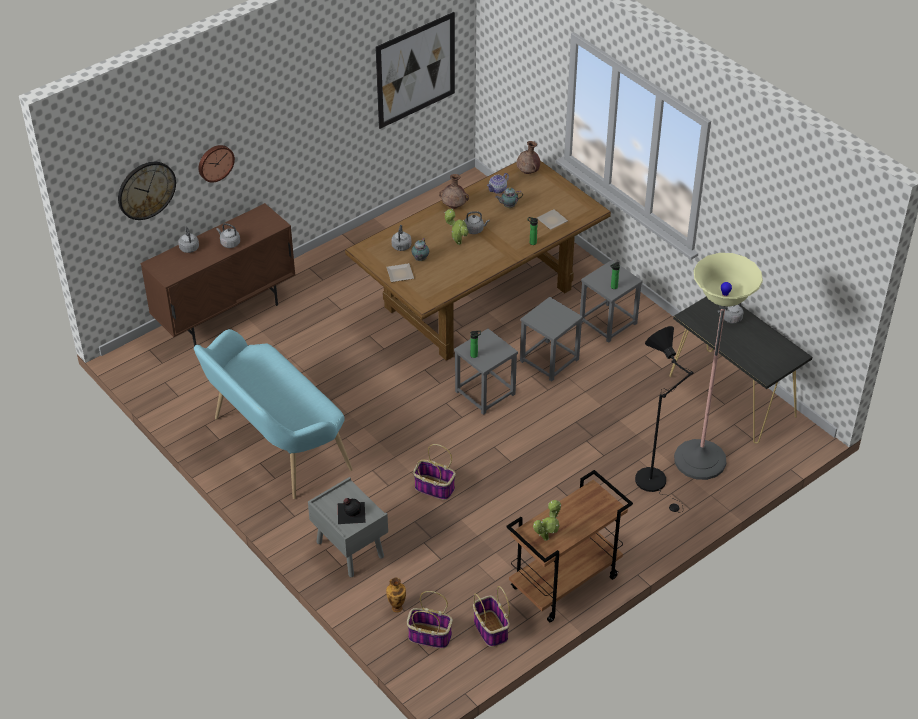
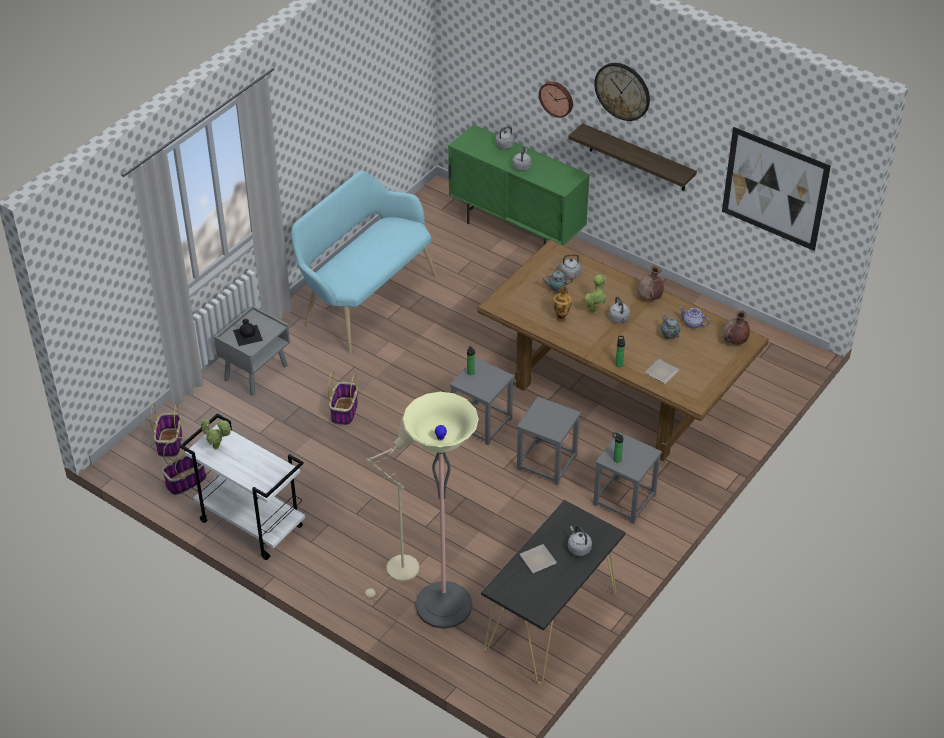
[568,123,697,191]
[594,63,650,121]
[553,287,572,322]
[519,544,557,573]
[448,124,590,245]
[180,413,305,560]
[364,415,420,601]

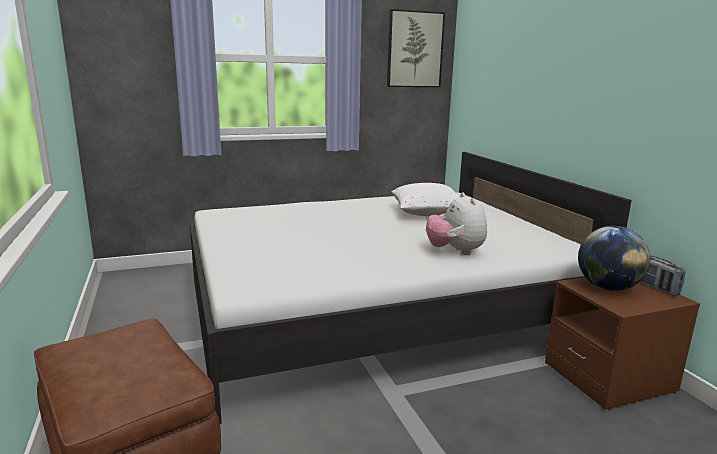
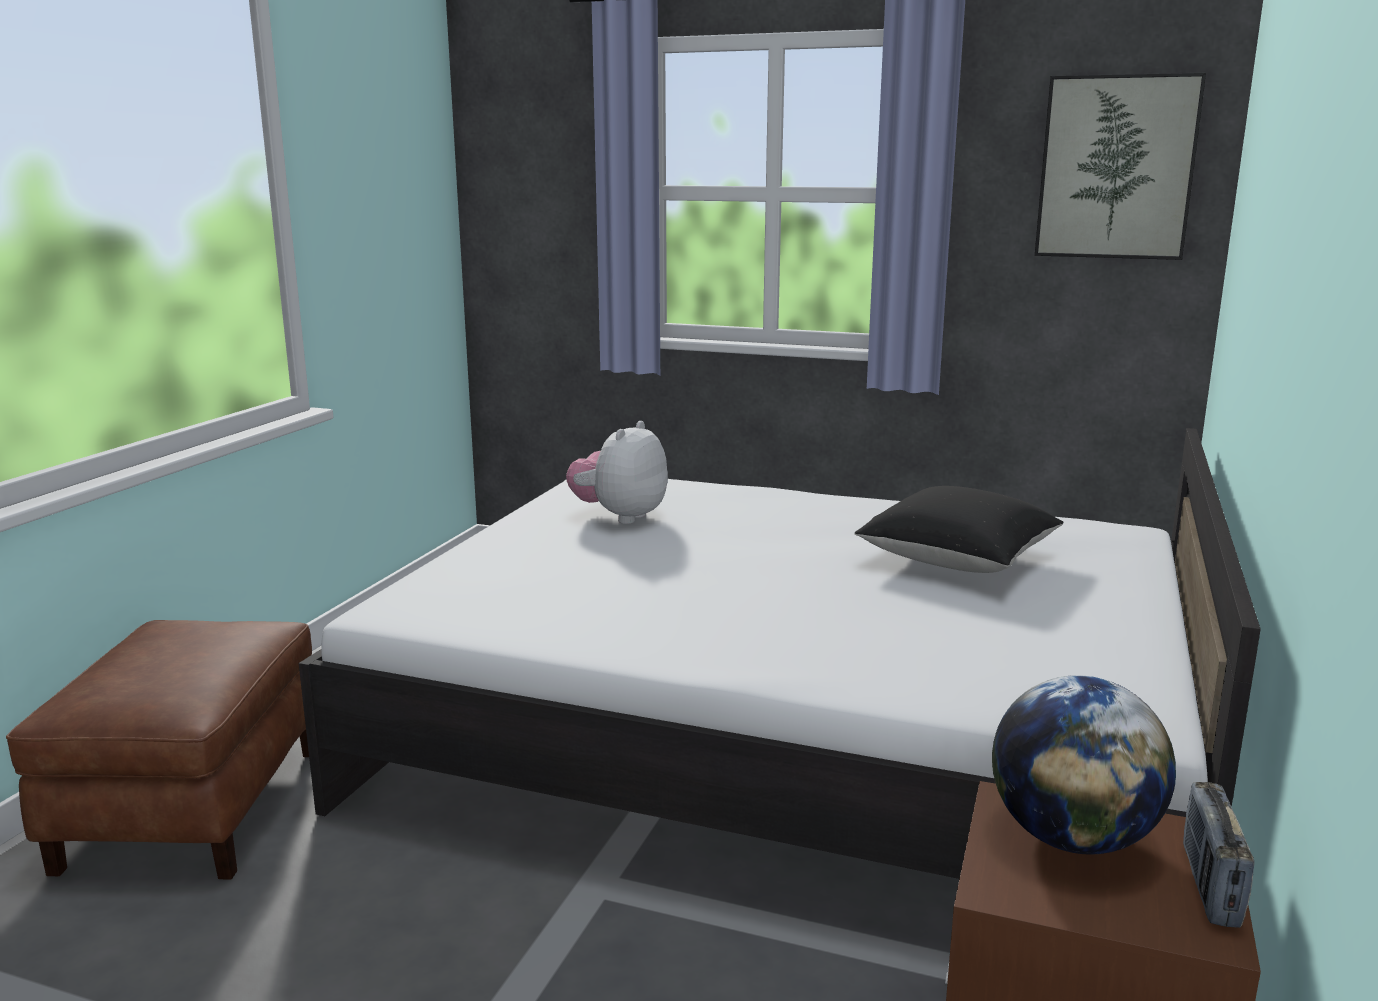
[566,421,668,524]
[855,486,1063,573]

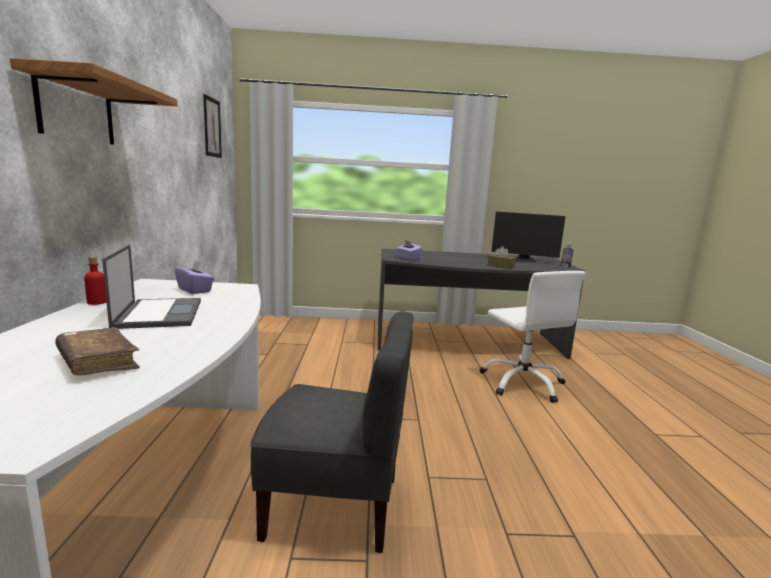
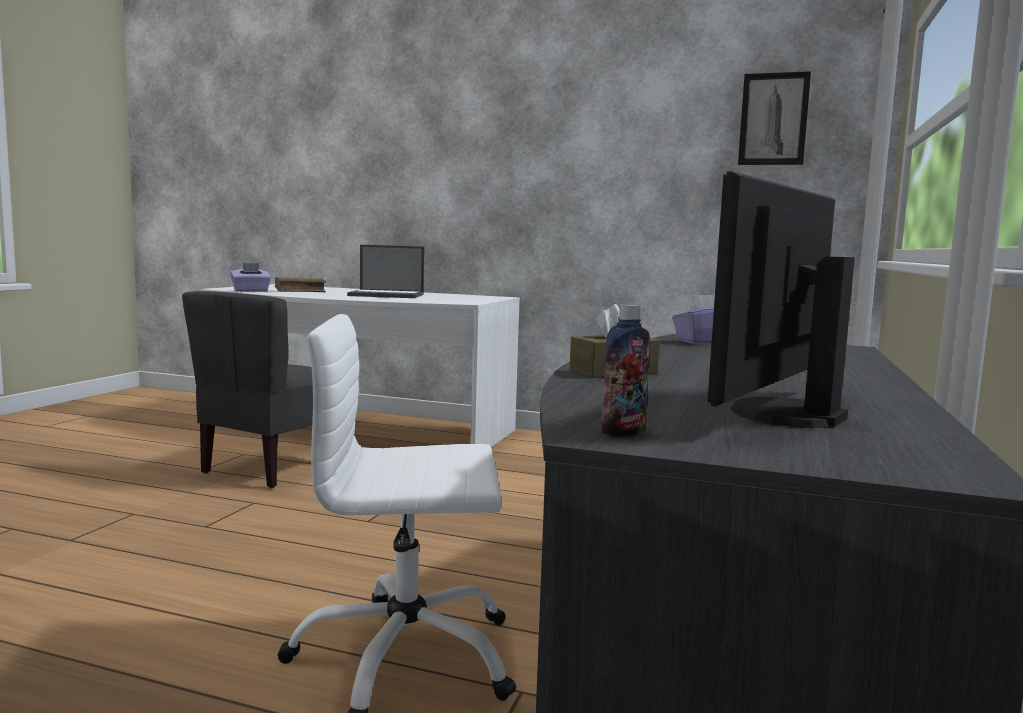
[10,58,178,145] (first image)
[84,257,107,305] (first image)
[230,263,271,292]

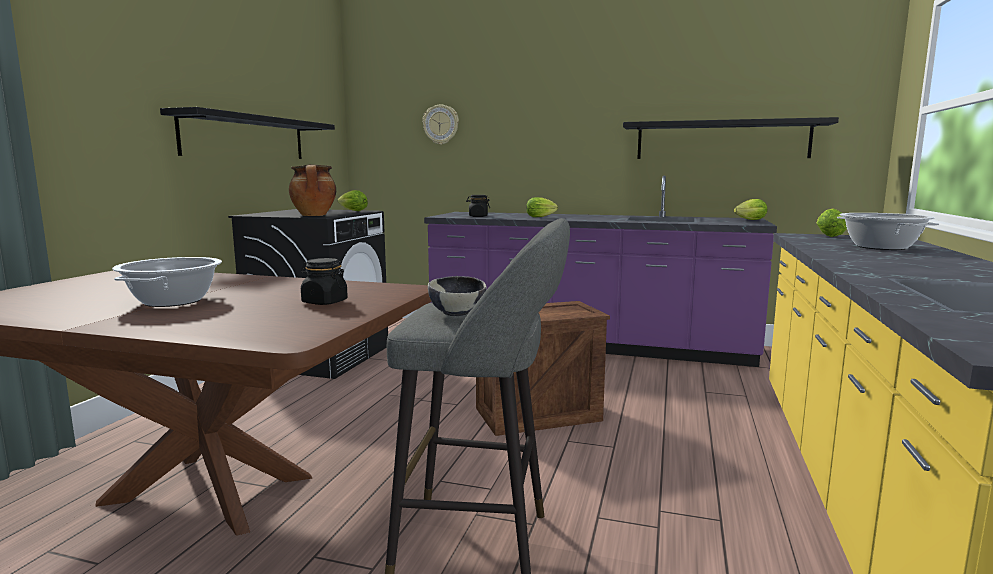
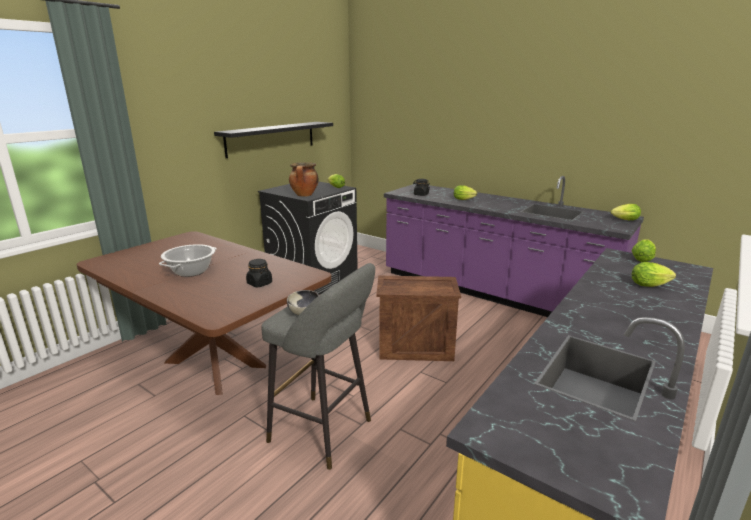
[422,105,459,145] (first image)
[623,117,839,159] (first image)
[632,262,676,287]

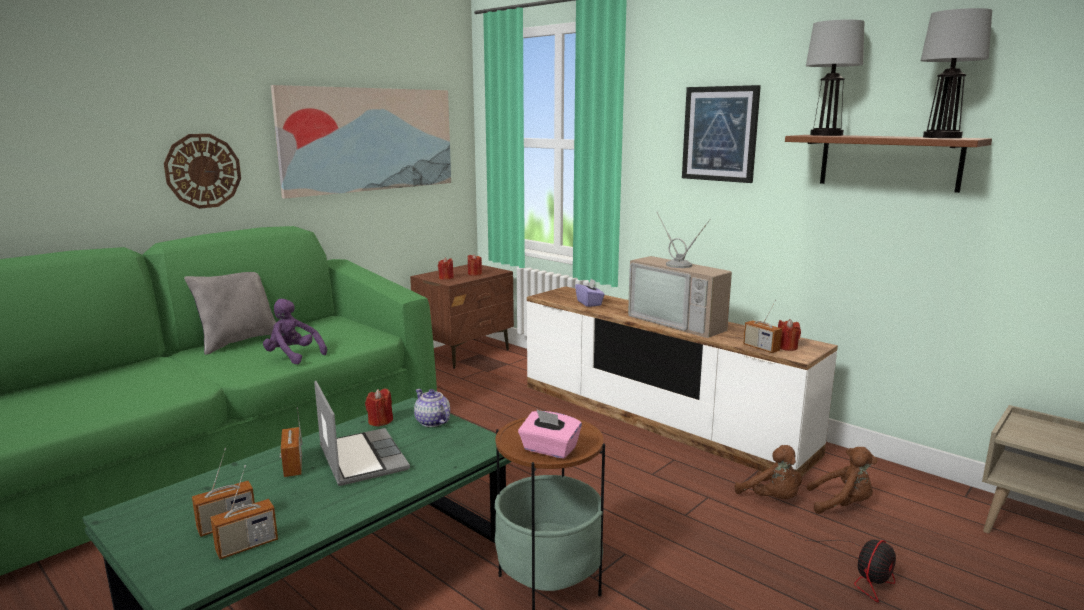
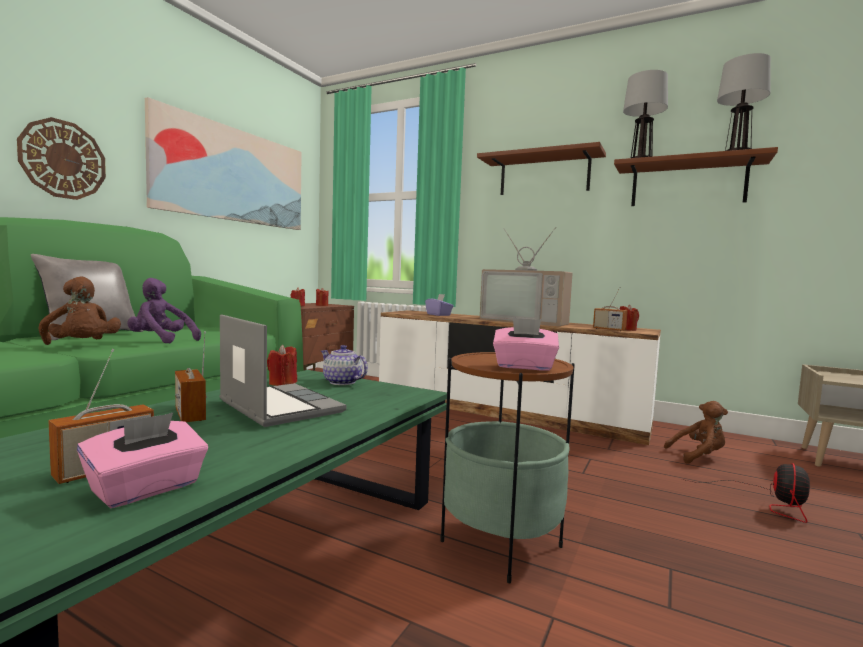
[39,277,121,345]
[77,413,208,509]
[477,142,606,195]

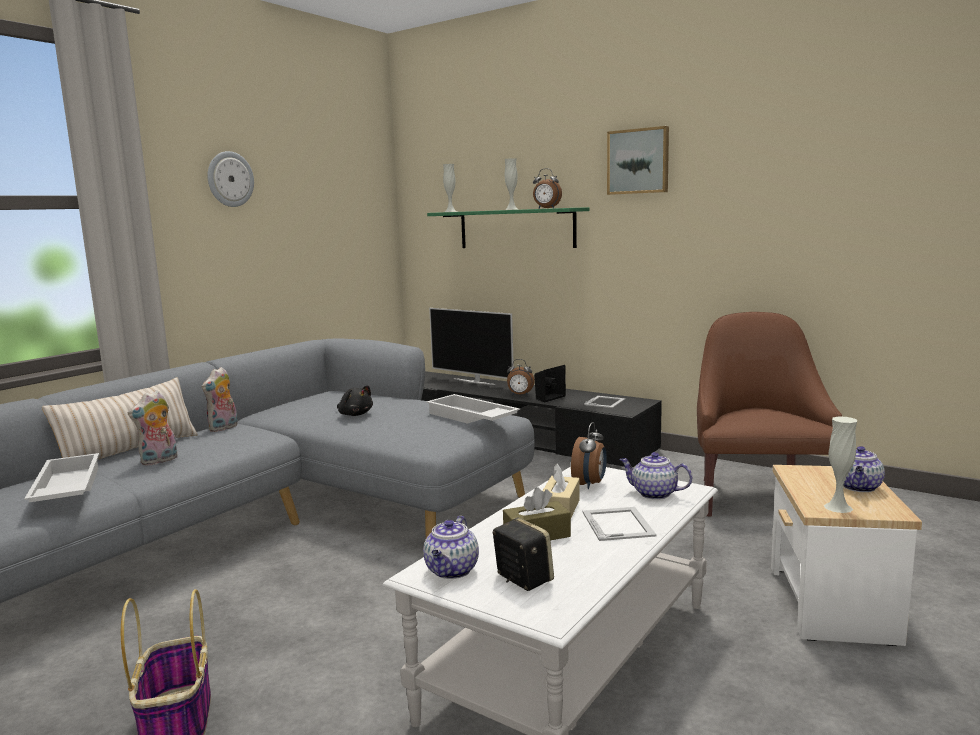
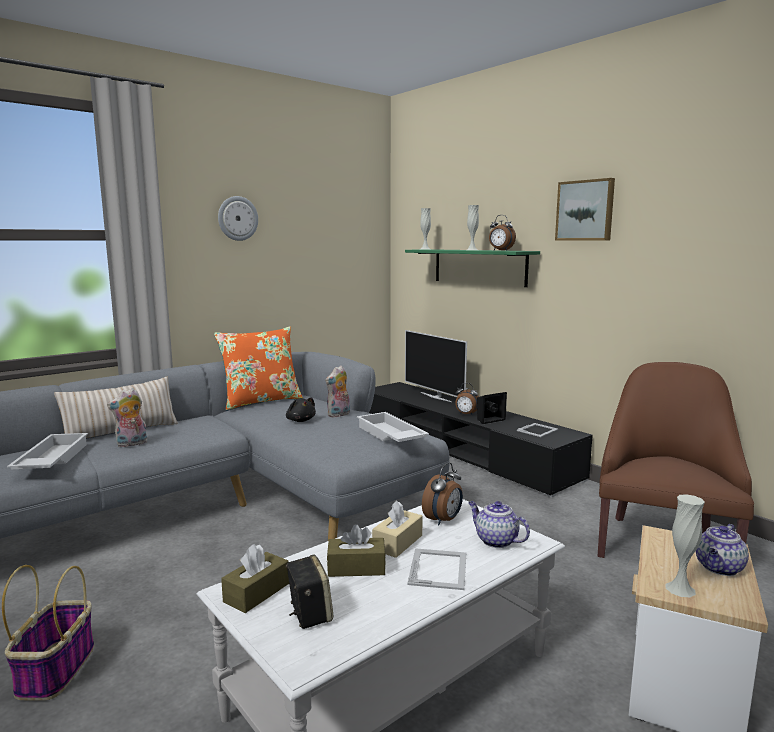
[214,326,303,410]
[325,366,350,417]
[221,544,289,613]

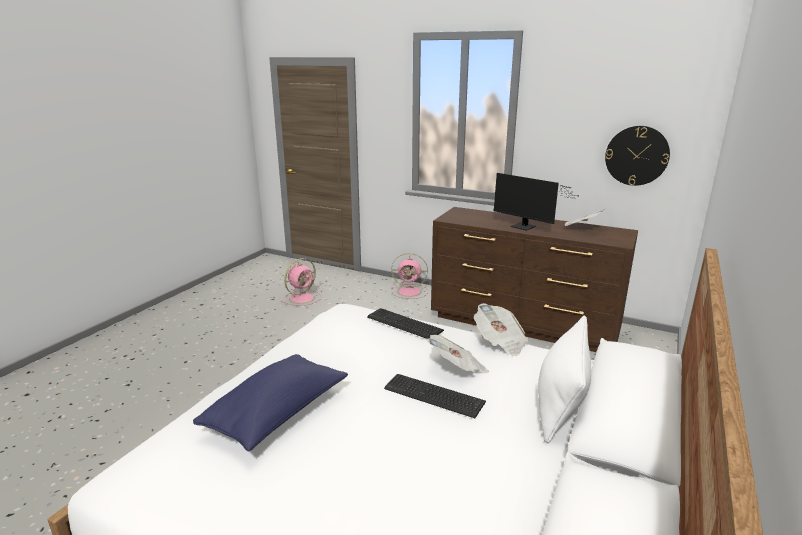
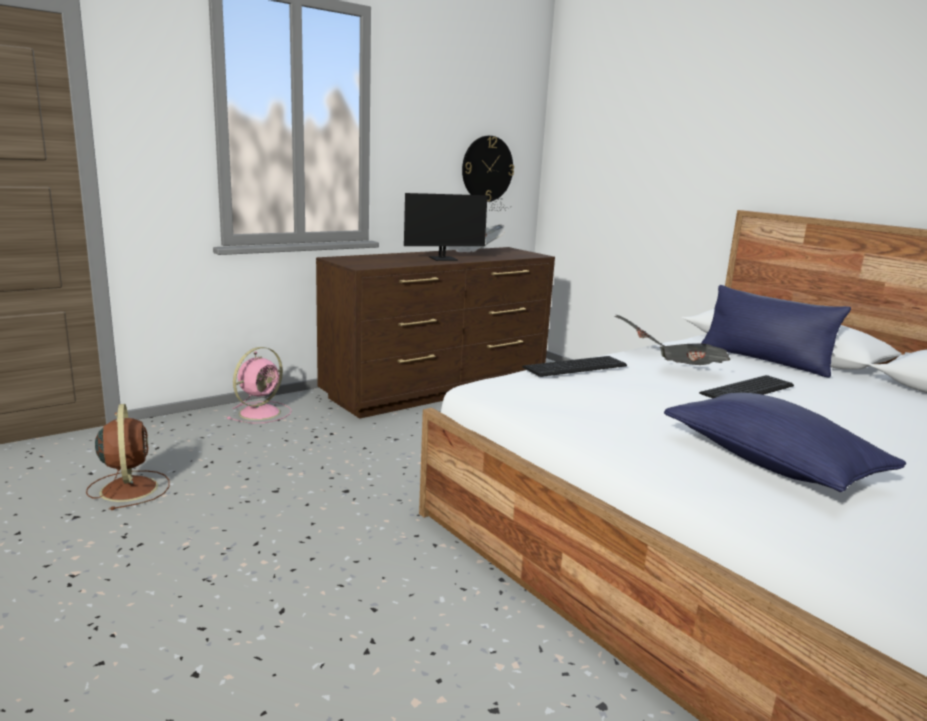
[86,404,170,510]
[701,285,851,378]

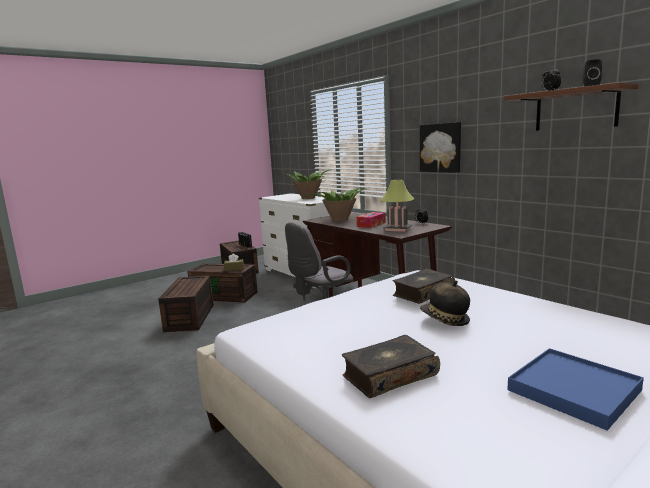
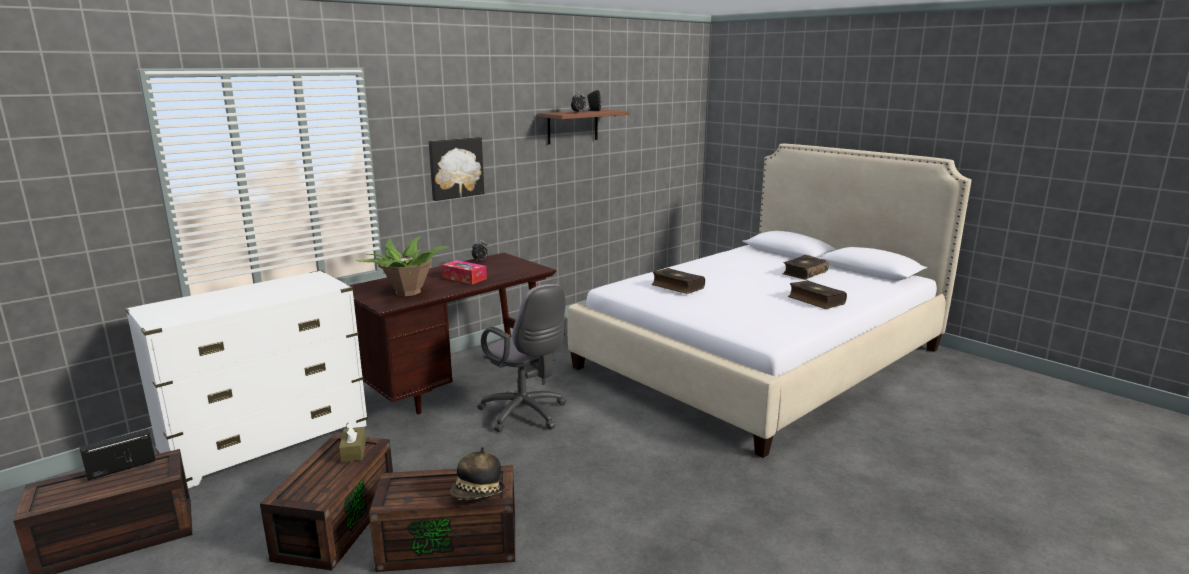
[284,169,332,199] (first image)
[380,180,415,232] (first image)
[450,447,505,500]
[782,255,829,280]

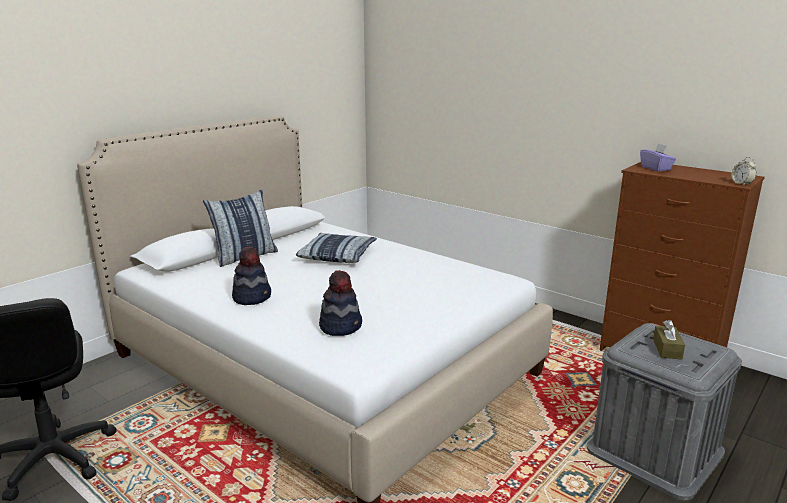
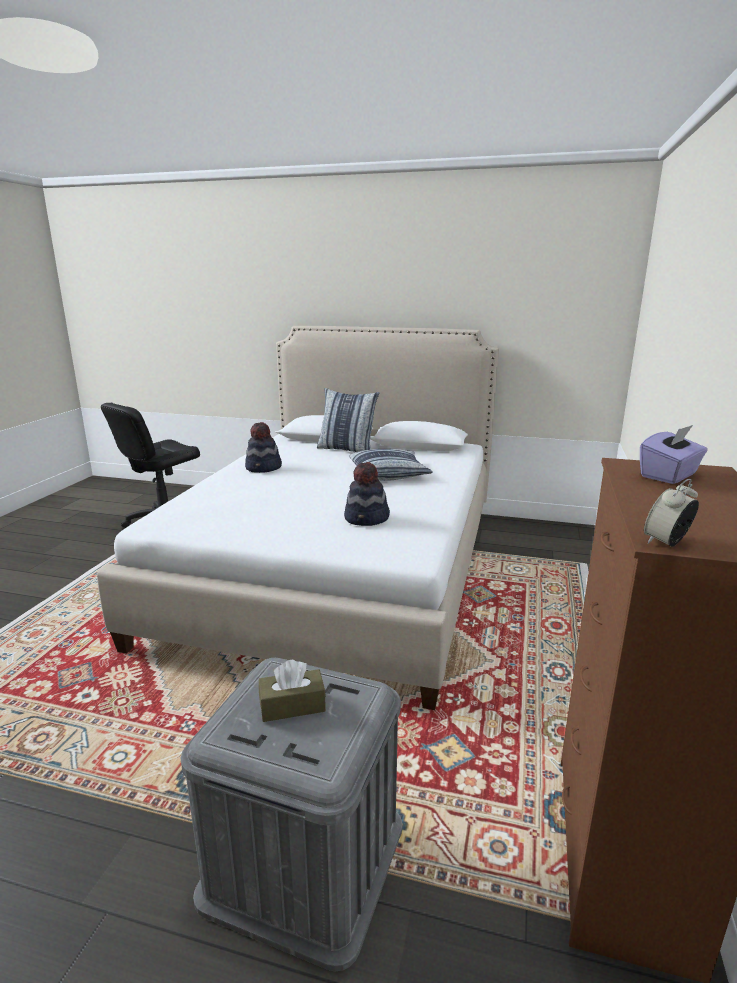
[344,462,390,526]

